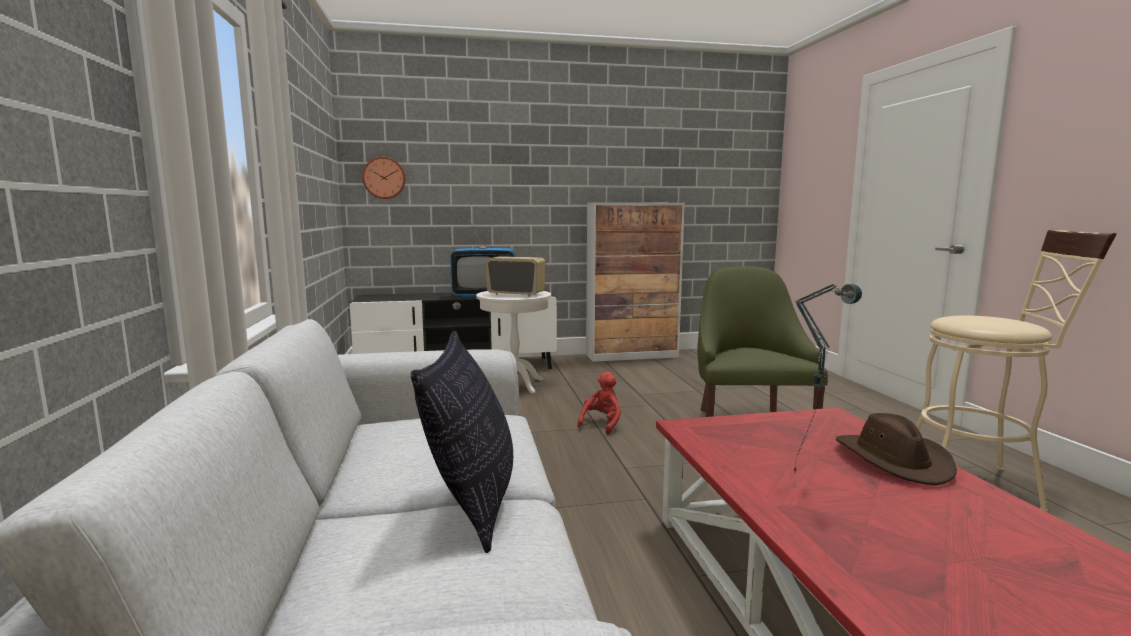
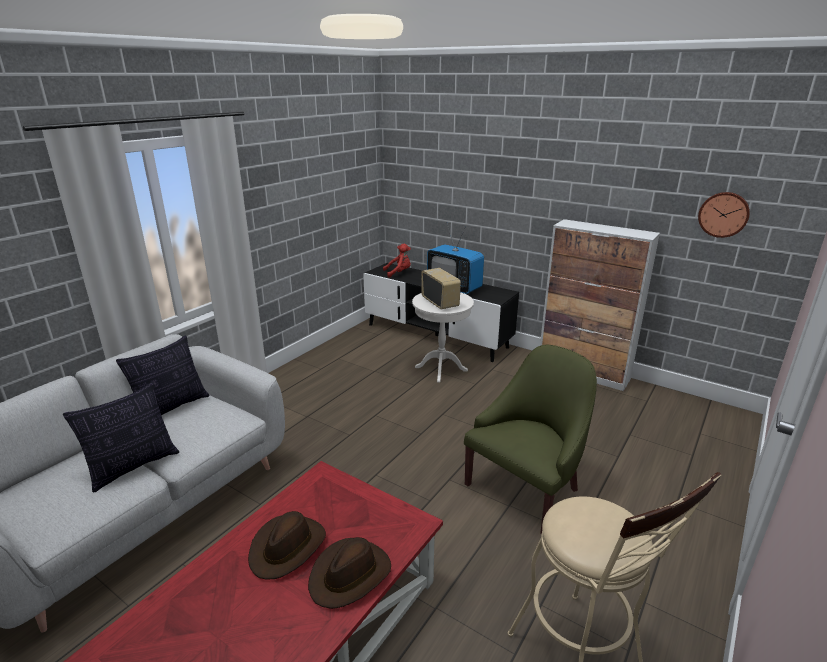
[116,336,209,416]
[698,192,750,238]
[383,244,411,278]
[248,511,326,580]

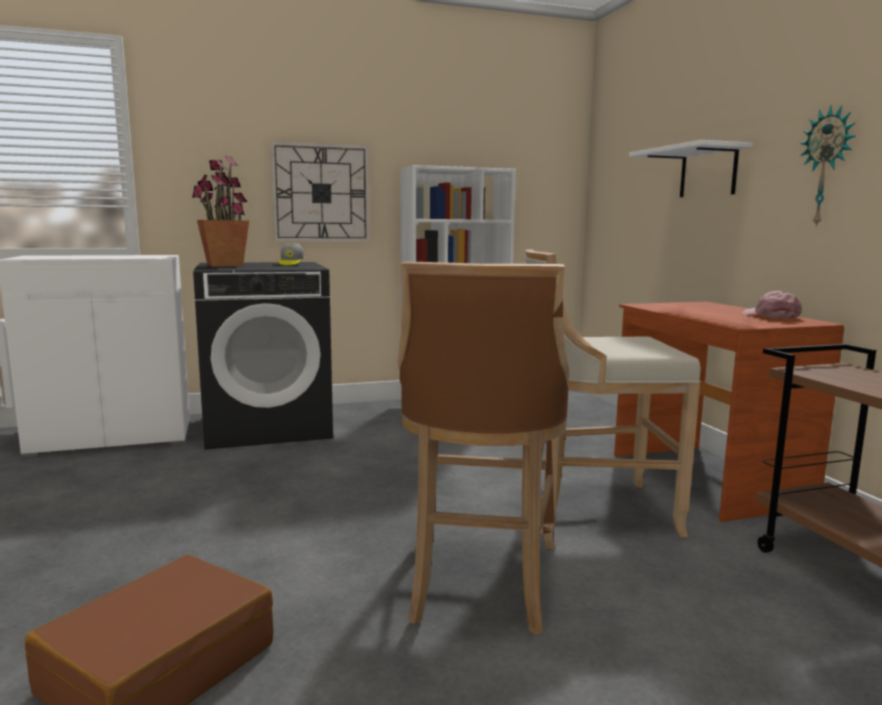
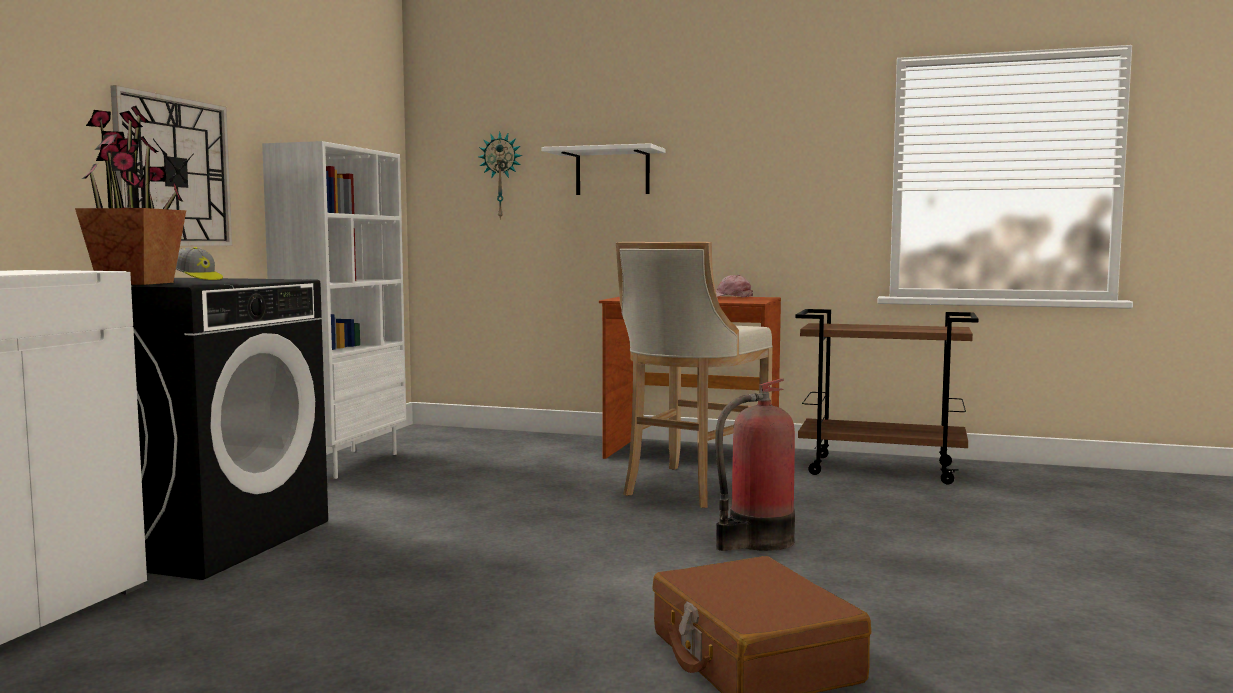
[478,131,522,220]
[715,378,795,551]

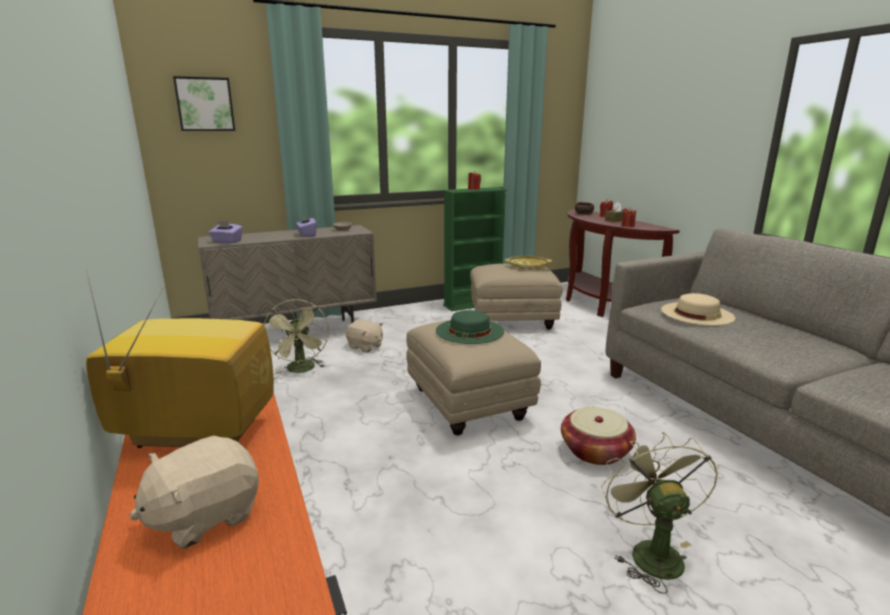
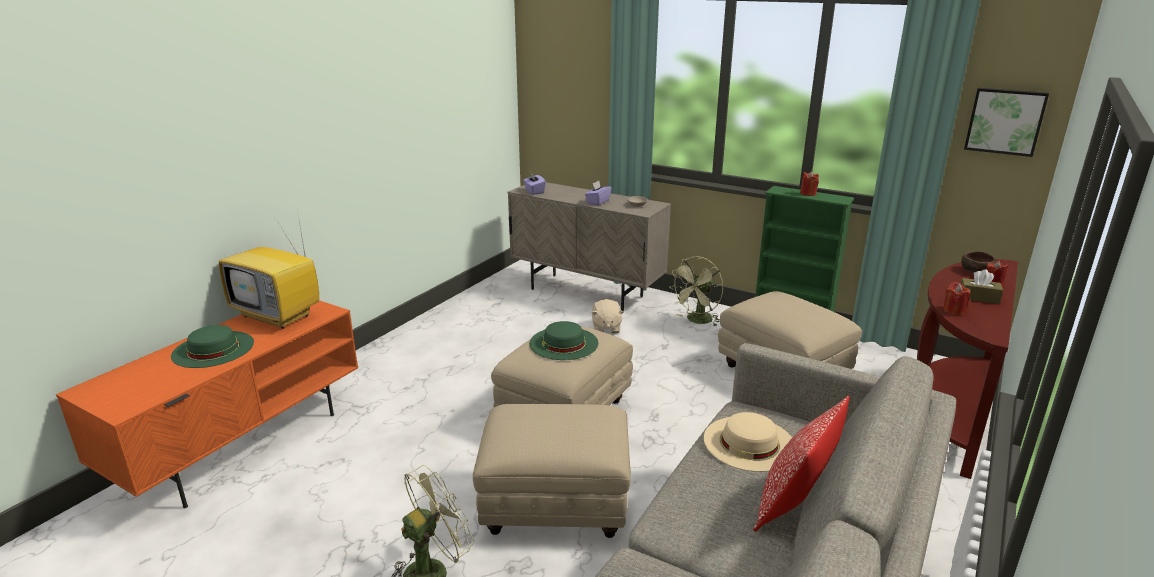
[505,256,552,270] (first image)
[753,396,850,532]
[964,88,1049,157]
[669,256,723,326]
[171,325,254,368]
[473,404,631,538]
[219,216,319,329]

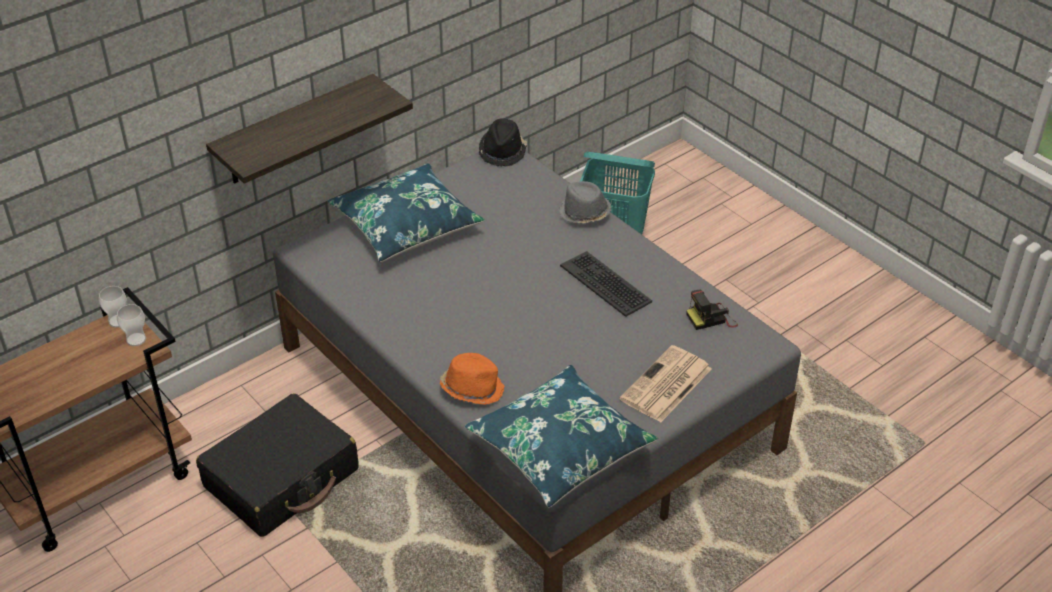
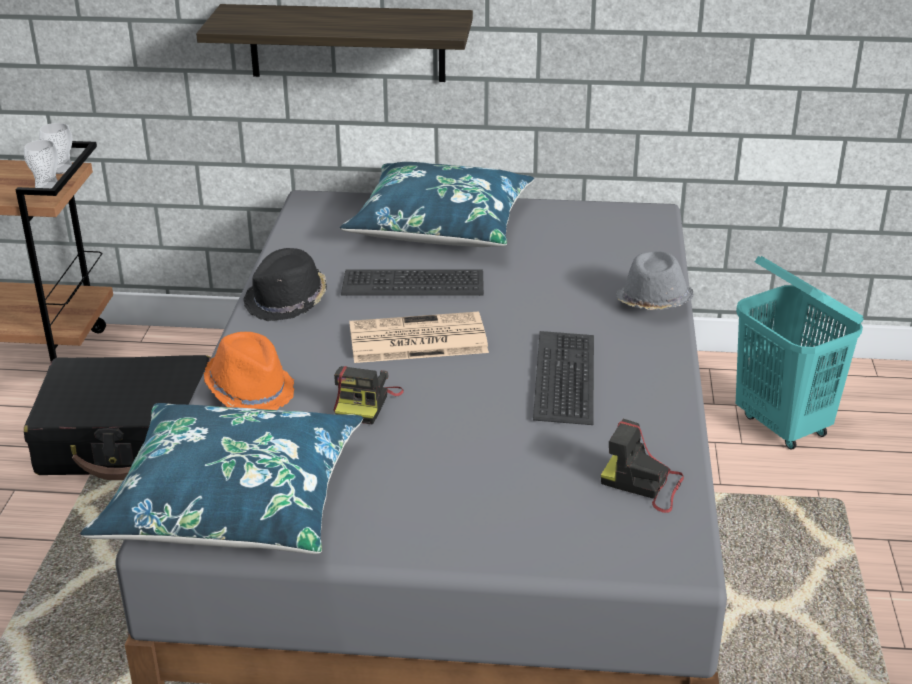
[334,366,404,425]
[341,269,484,296]
[243,248,327,321]
[349,312,489,363]

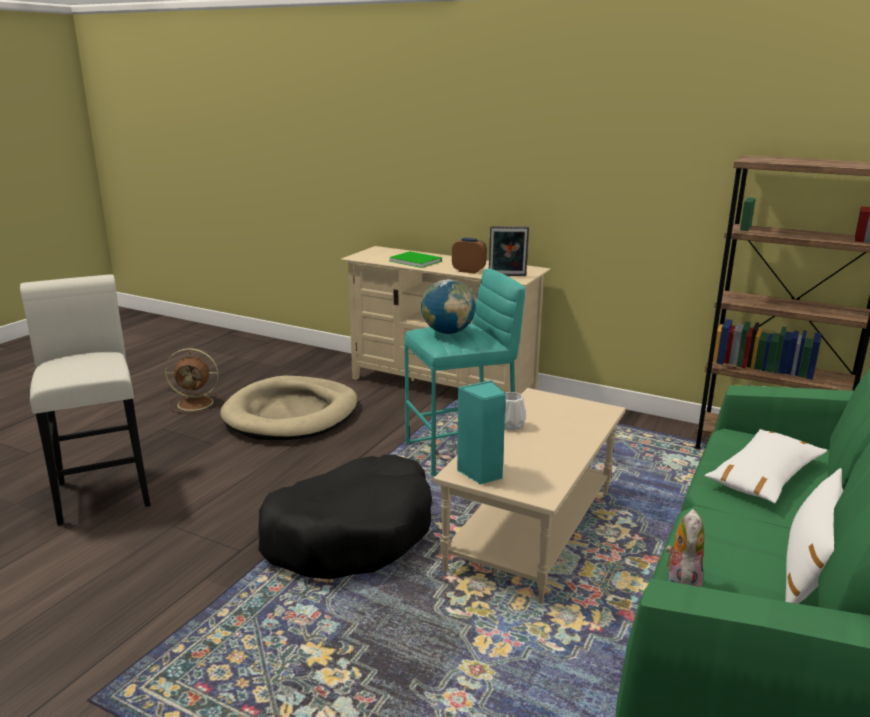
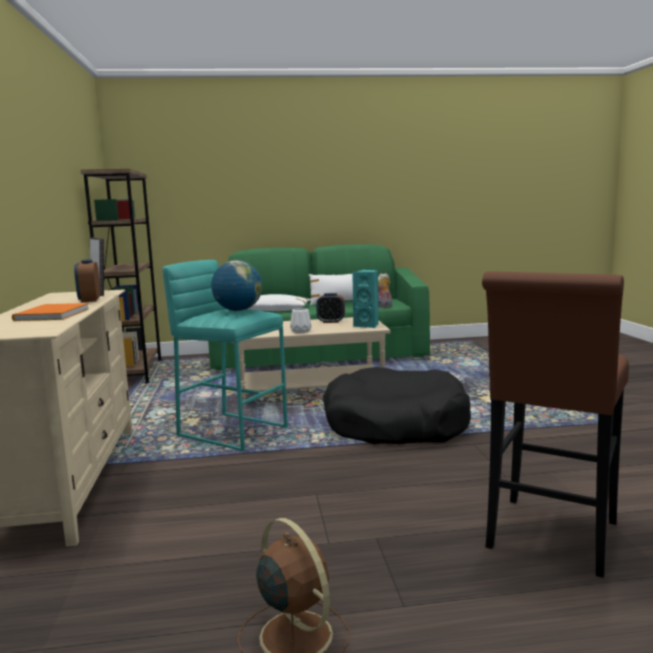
[220,376,358,440] (first image)
[316,293,345,323]
[482,271,629,578]
[12,303,89,321]

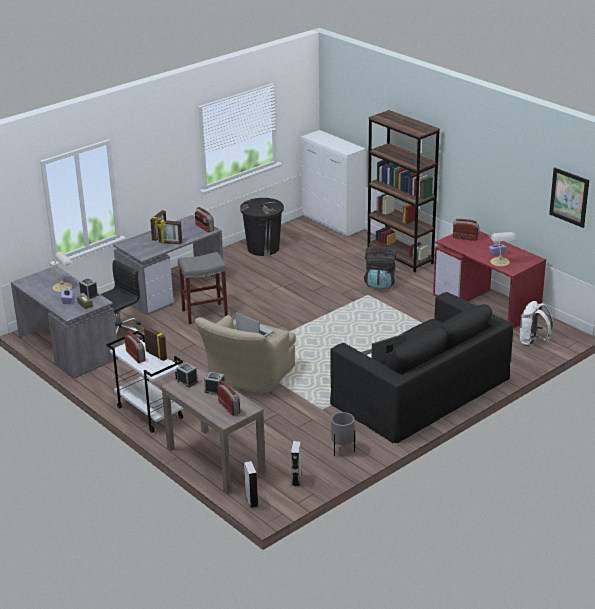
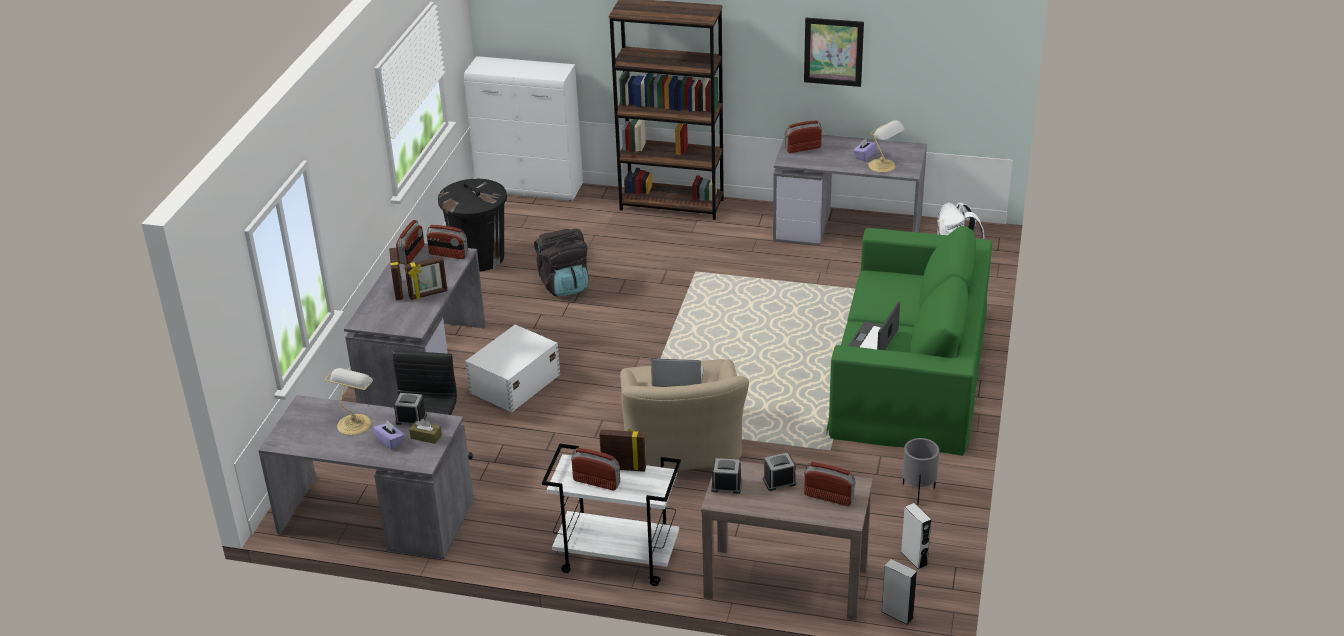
[396,220,424,264]
[534,229,588,296]
[804,18,864,87]
[465,325,560,412]
[827,226,992,456]
[773,135,927,246]

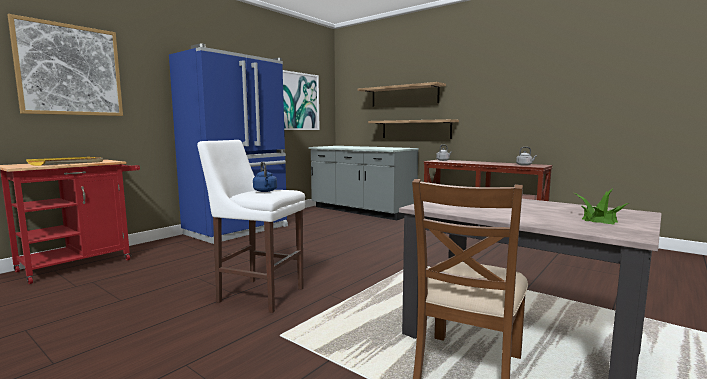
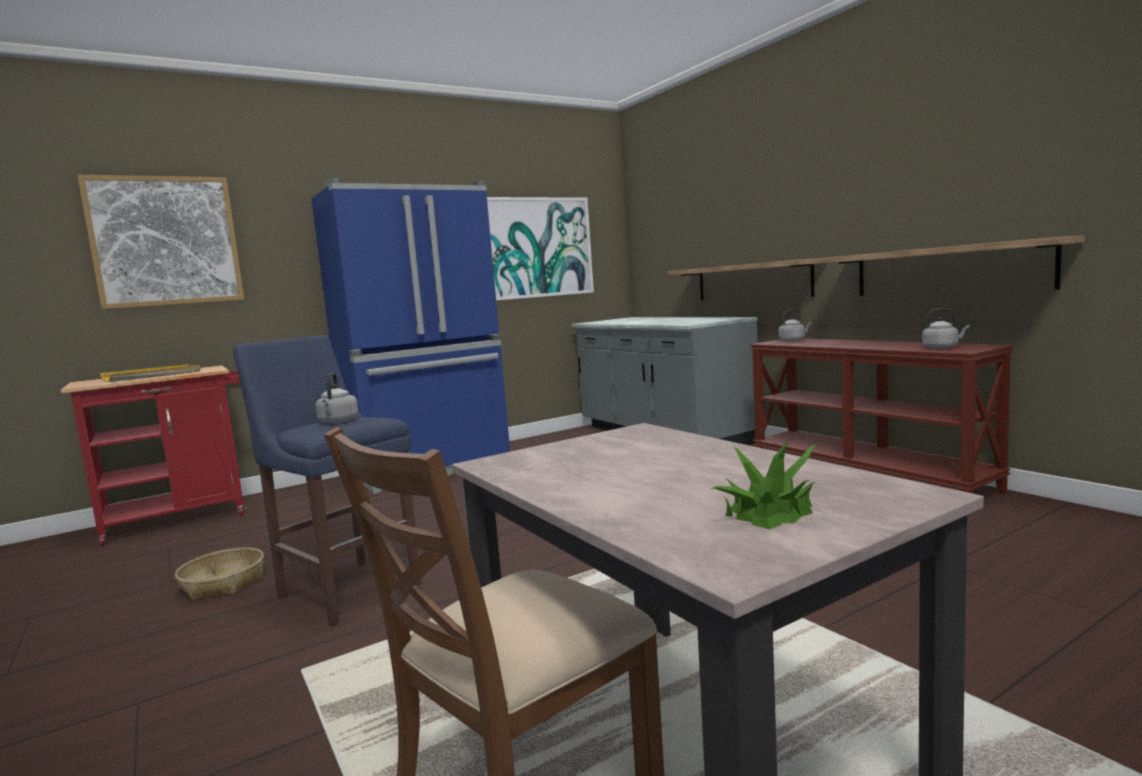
[175,547,264,600]
[820,235,1085,296]
[233,335,421,626]
[316,373,358,423]

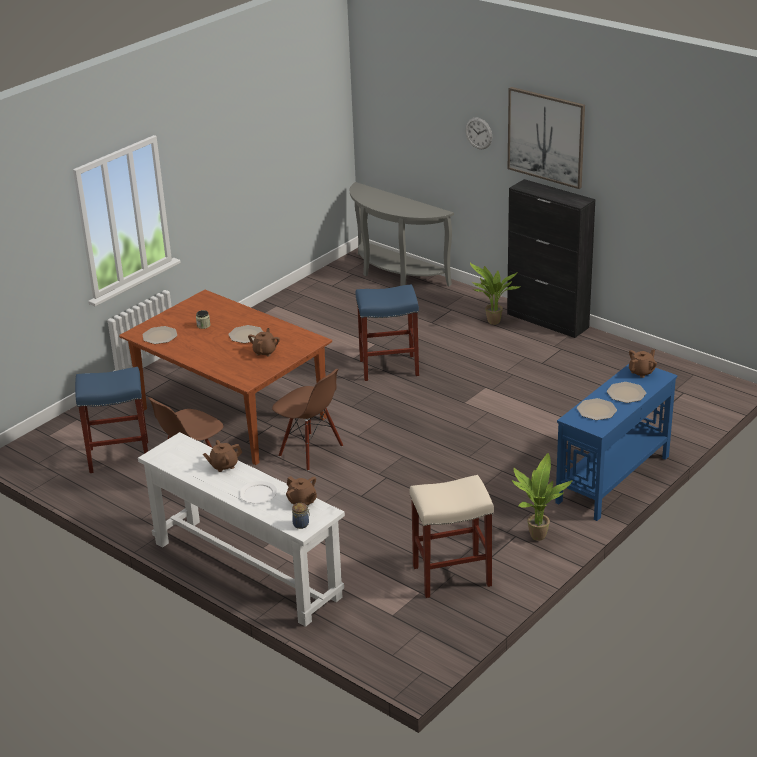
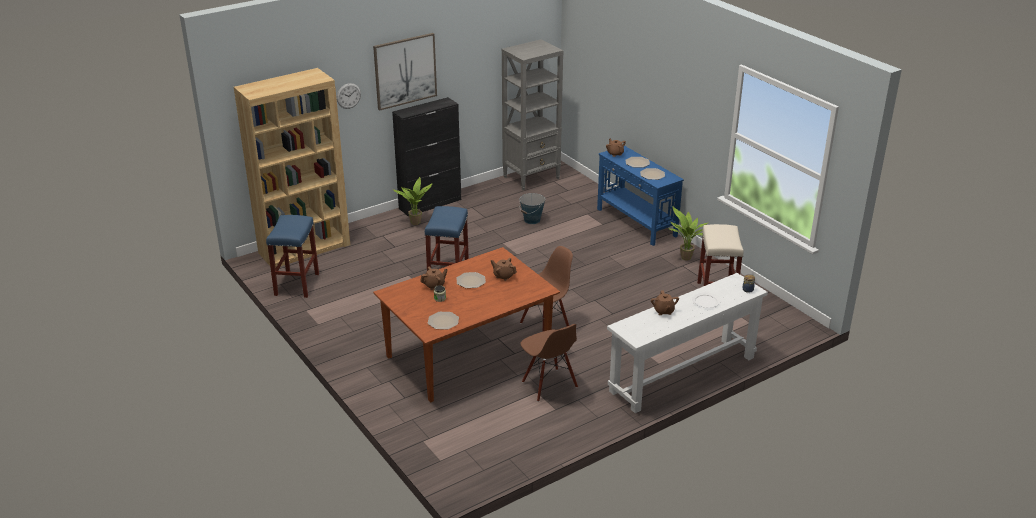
[502,39,564,190]
[519,193,545,224]
[266,215,319,298]
[420,267,448,290]
[234,68,350,267]

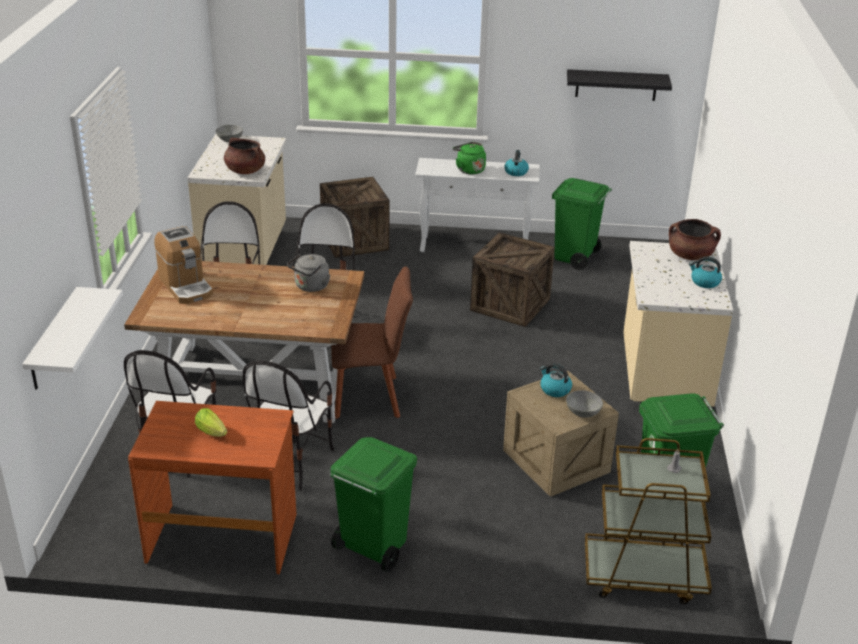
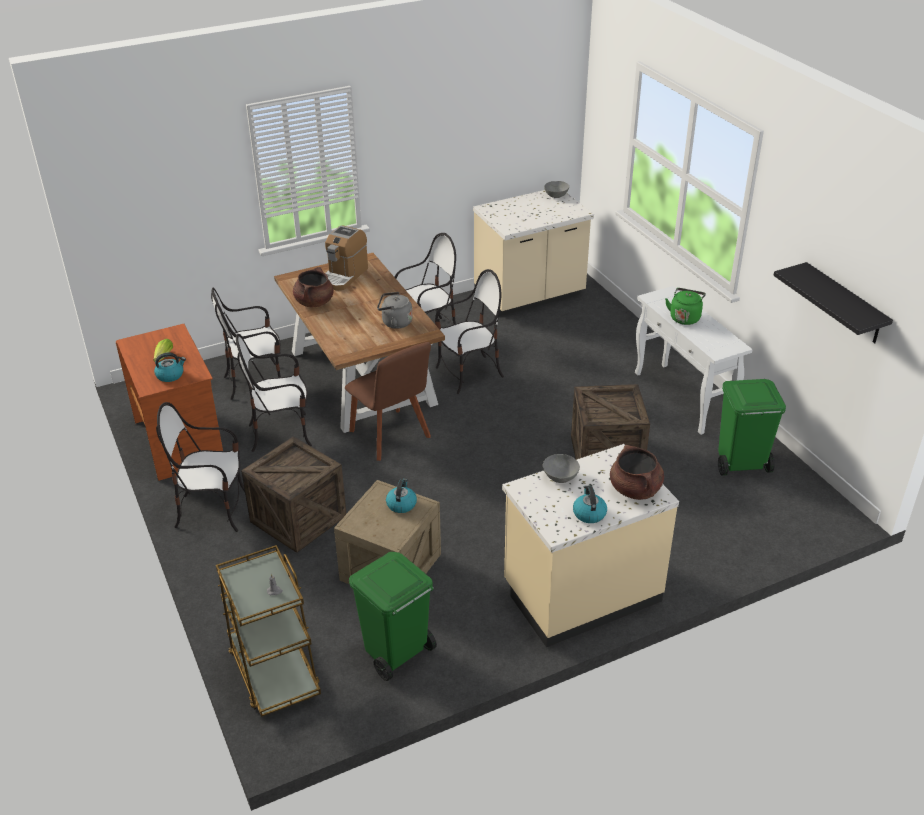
[22,287,123,390] (first image)
[293,267,334,307]
[241,436,346,553]
[154,352,186,382]
[543,454,580,483]
[156,402,245,532]

